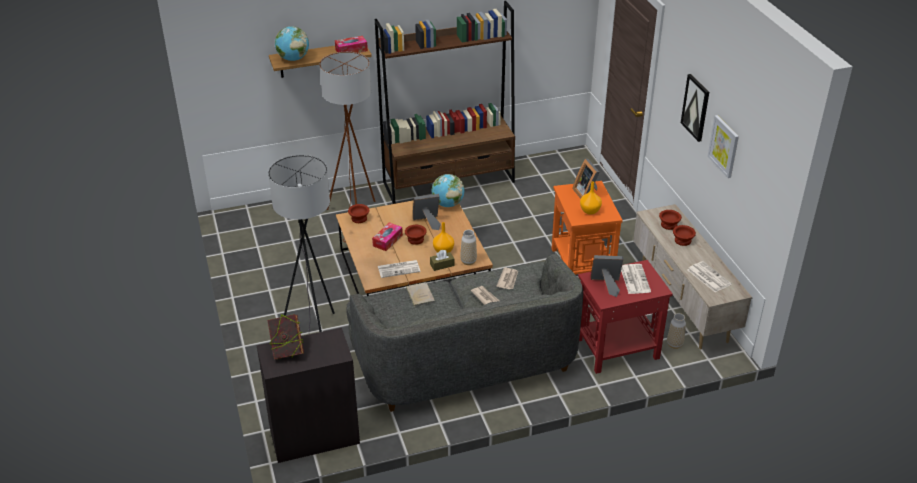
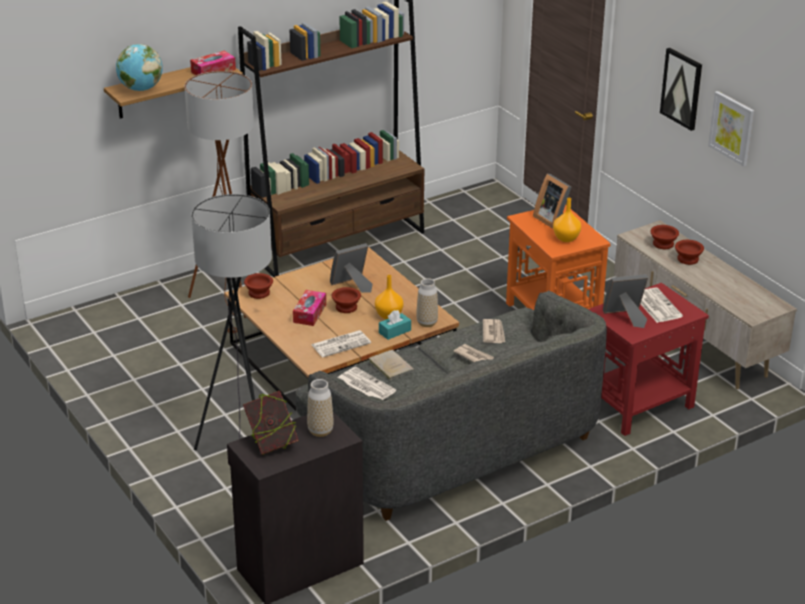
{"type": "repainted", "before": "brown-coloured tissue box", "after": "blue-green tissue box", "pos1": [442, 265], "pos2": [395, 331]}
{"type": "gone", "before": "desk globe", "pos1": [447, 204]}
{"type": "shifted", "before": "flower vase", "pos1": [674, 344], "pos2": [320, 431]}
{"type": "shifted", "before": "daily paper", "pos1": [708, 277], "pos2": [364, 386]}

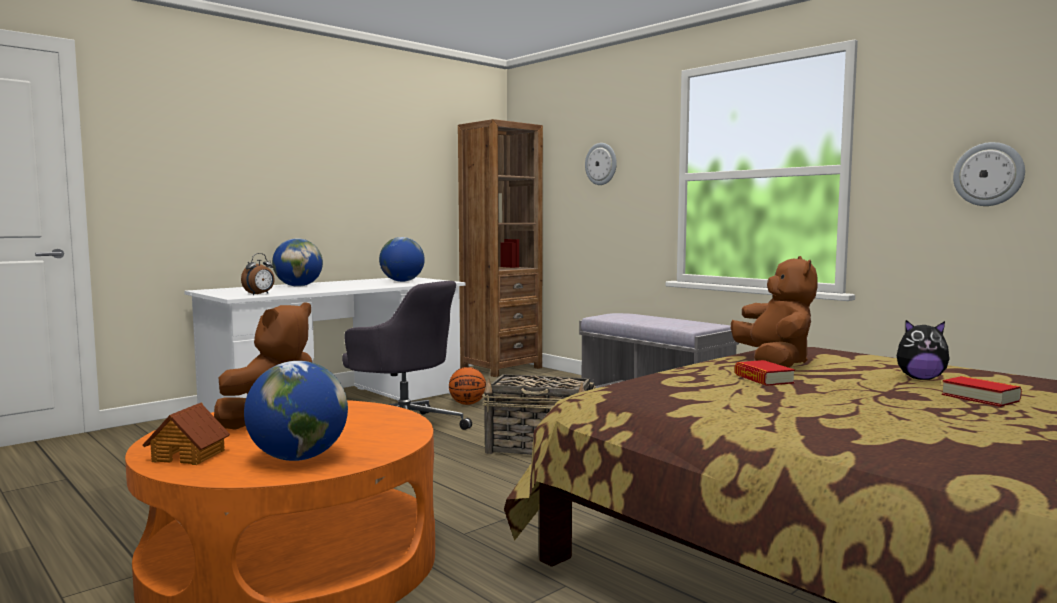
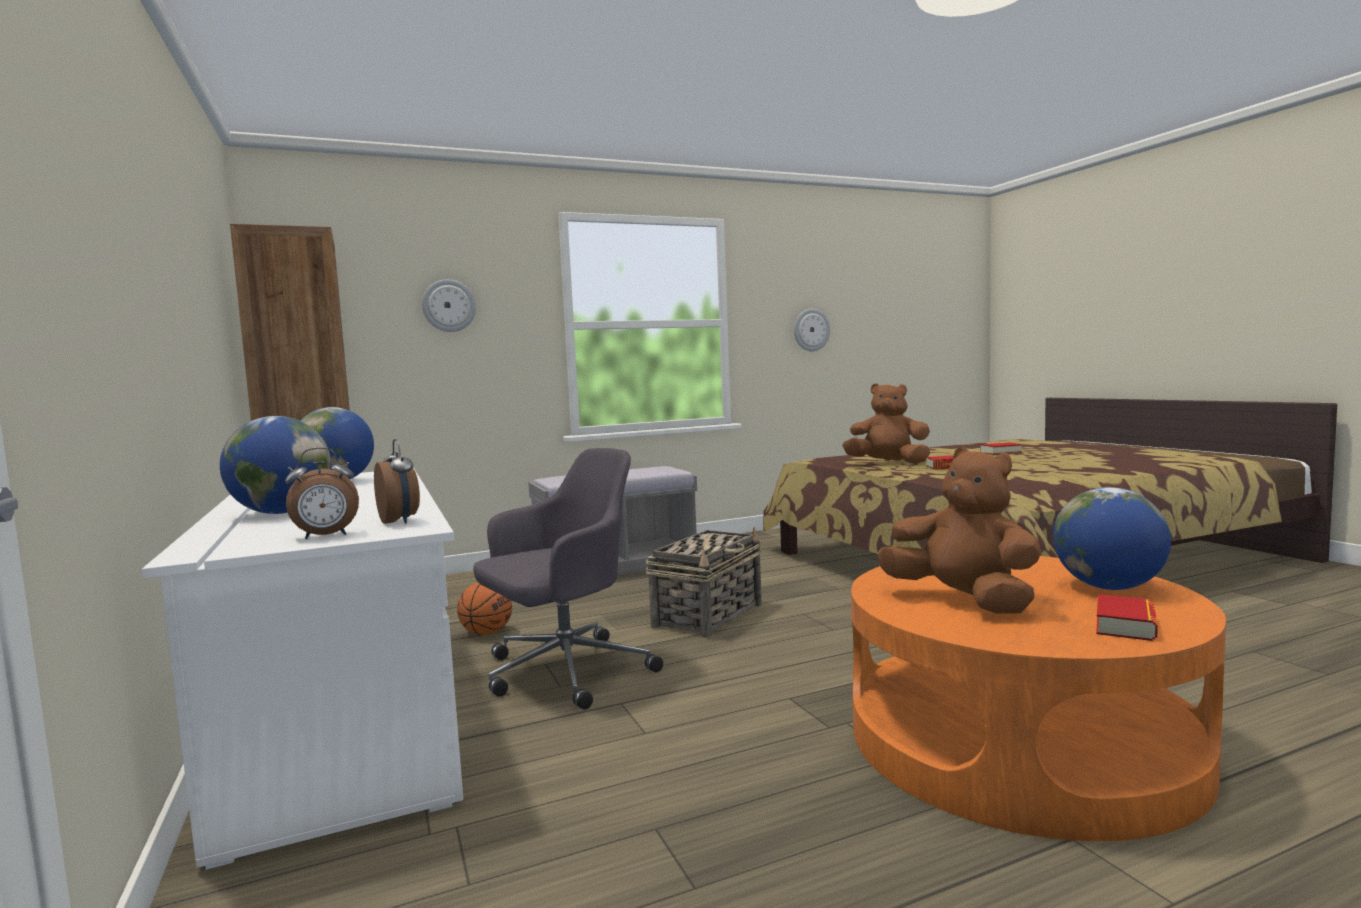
{"type": "swapped", "before": "miniature house", "after": "book", "pos1": [189, 455], "pos2": [1125, 626]}
{"type": "gone", "before": "cuddly toy", "pos1": [920, 379]}
{"type": "new", "after": "bedside clock", "pos2": [326, 536]}

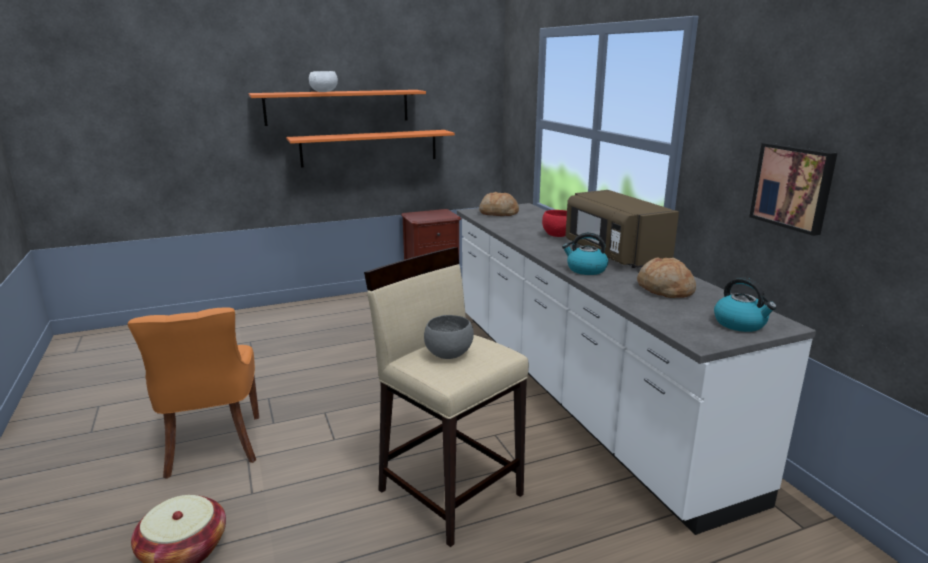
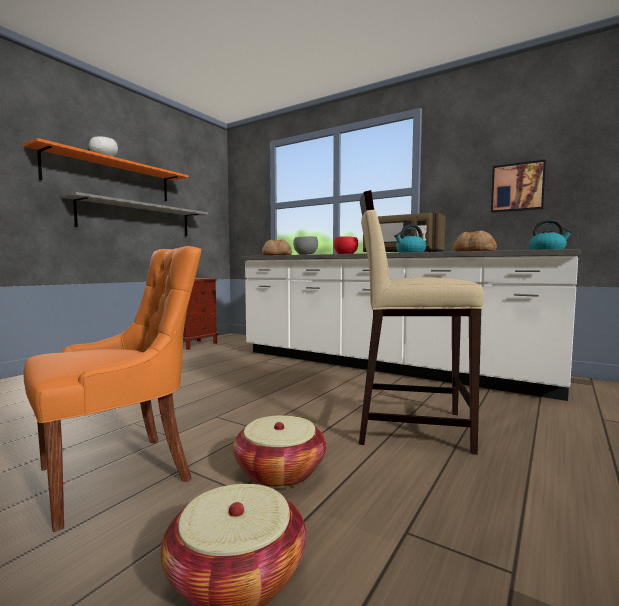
{"type": "rotated", "before": "orange-coloured upright chair", "pos1": [212, 447], "pos2": [120, 474], "turn": -75}
{"type": "repainted", "before": "orange-coloured bracket shelf", "after": "greyish bracket shelf", "pos1": [369, 148], "pos2": [137, 219]}
{"type": "shifted", "before": "greyish deep dish", "pos1": [448, 354], "pos2": [305, 254]}
{"type": "new", "after": "basket", "pos2": [280, 472]}

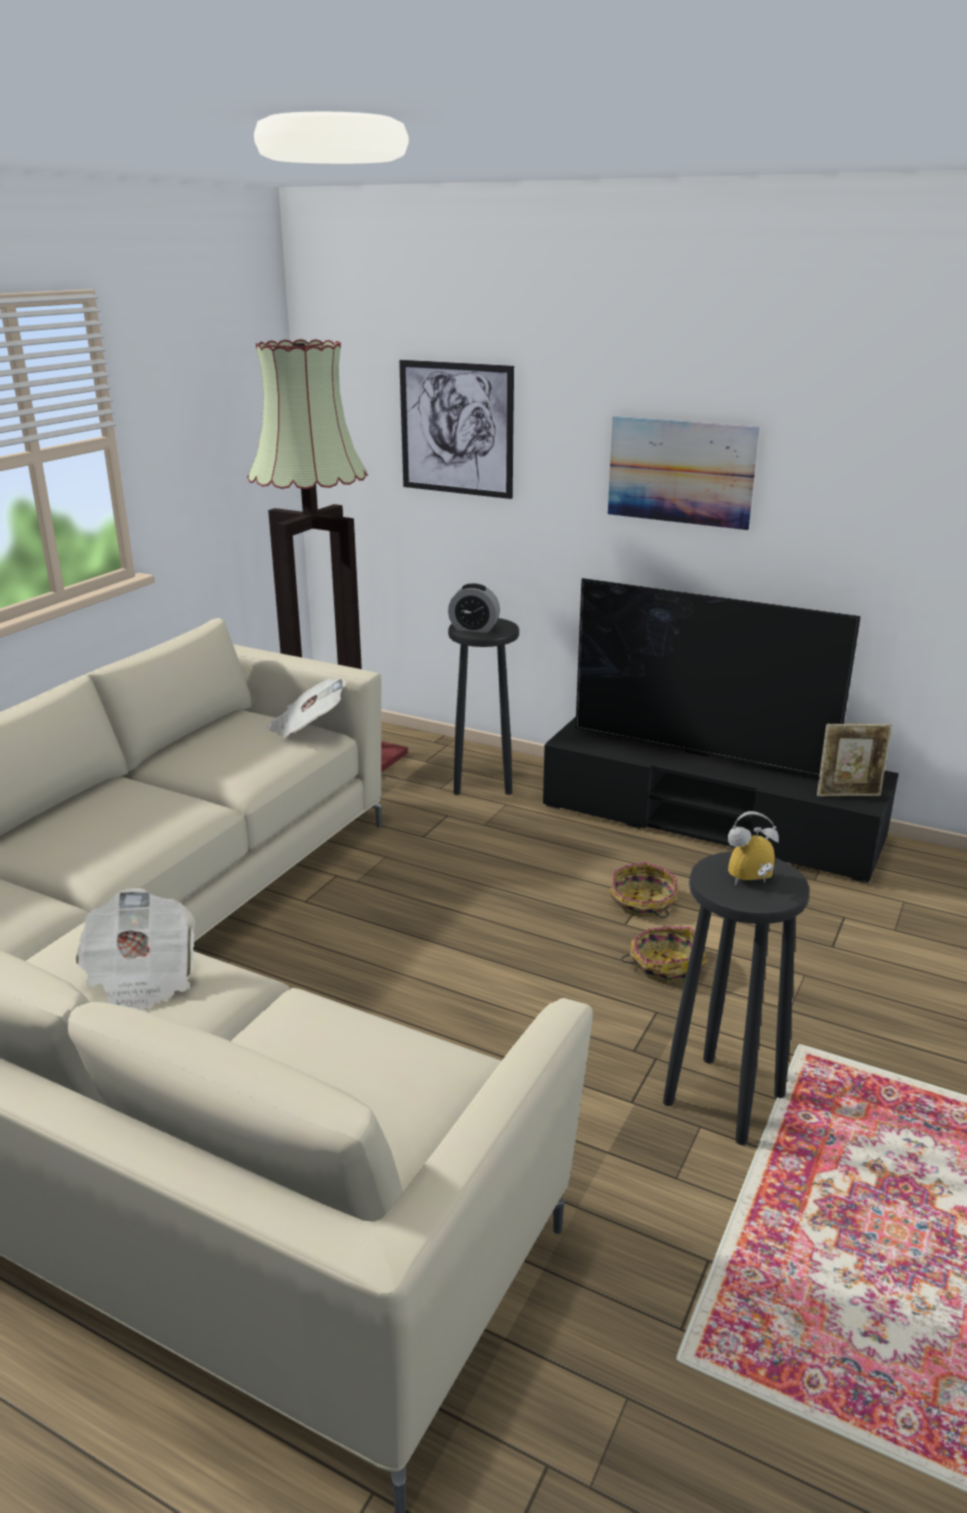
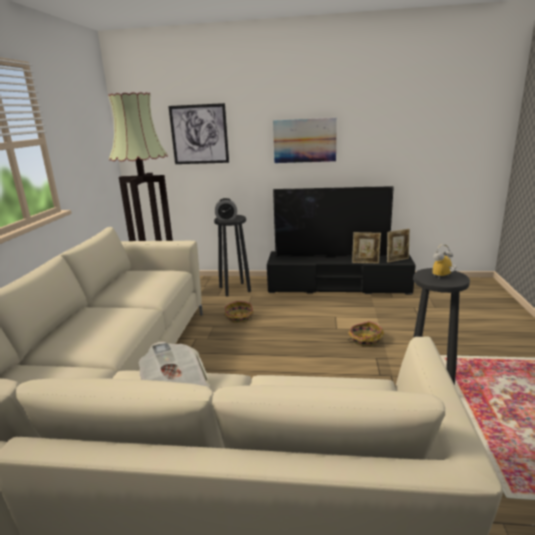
{"type": "gone", "before": "daily paper", "pos1": [307, 727]}
{"type": "shifted", "before": "basket", "pos1": [643, 903], "pos2": [239, 317]}
{"type": "new", "after": "photo frame", "pos2": [365, 262]}

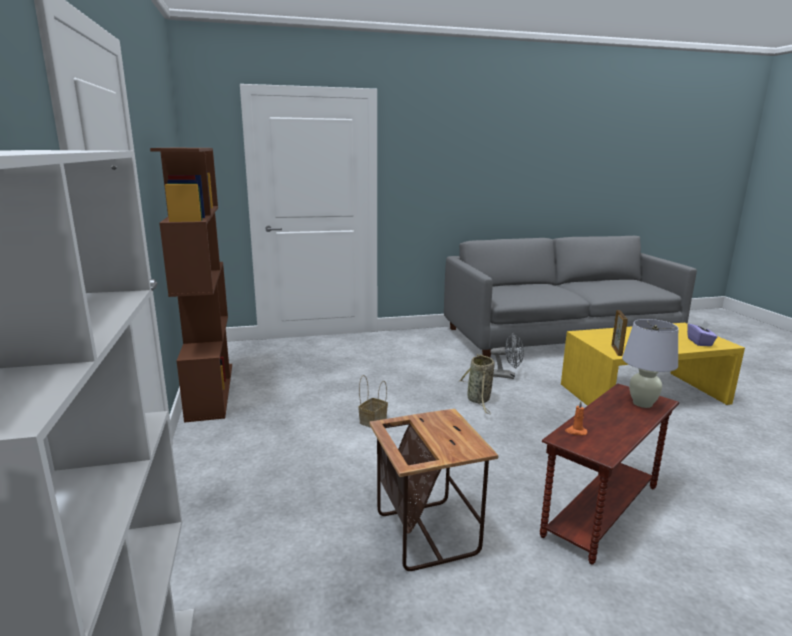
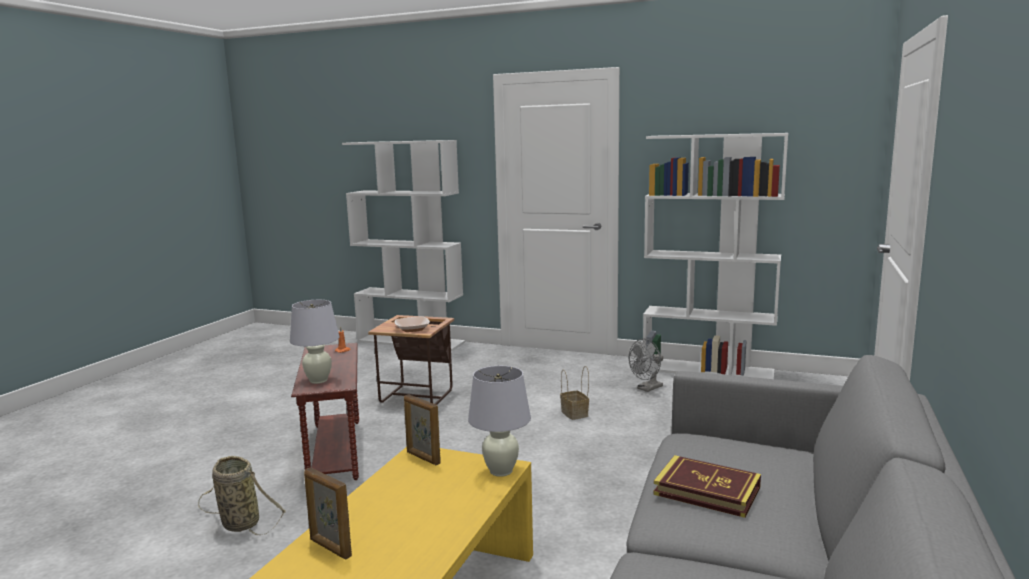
{"type": "repainted", "before": "brown-coloured bookshelf", "after": "whitish bookshelf", "pos1": [210, 390], "pos2": [708, 370]}
{"type": "shifted", "before": "basket", "pos1": [479, 400], "pos2": [238, 523]}
{"type": "shifted", "before": "greyish cooling fan", "pos1": [507, 376], "pos2": [647, 388]}
{"type": "swapped", "before": "purple-coloured tissue box", "after": "photo frame", "pos1": [700, 342], "pos2": [330, 548]}
{"type": "new", "after": "deep dish", "pos2": [412, 329]}
{"type": "new", "after": "whitish table lamp", "pos2": [501, 471]}
{"type": "new", "after": "book", "pos2": [707, 491]}

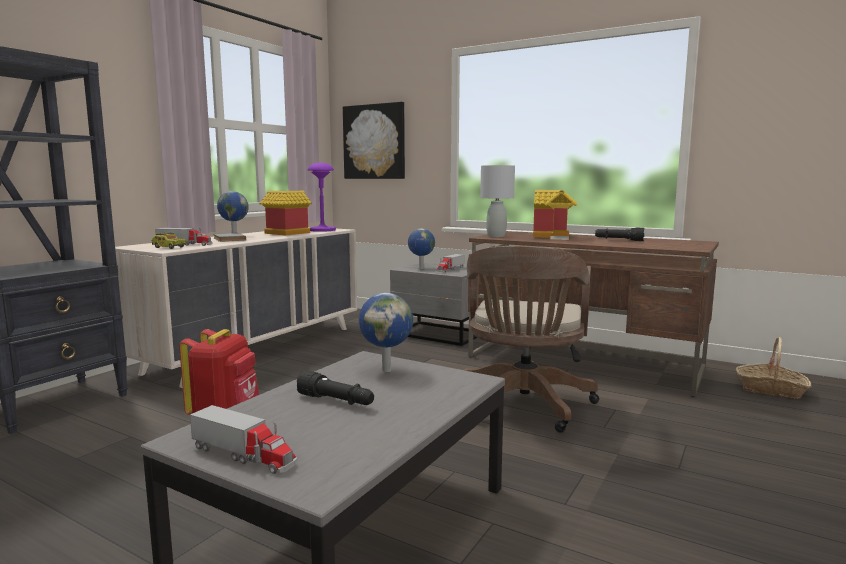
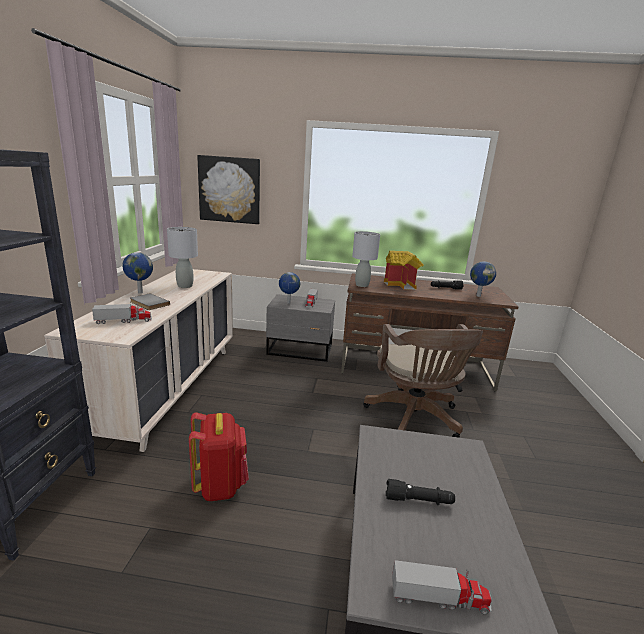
{"type": "gone", "before": "toy lorry", "pos1": [169, 247]}
{"type": "swapped", "before": "miniature house", "after": "greyish table lamp", "pos1": [285, 233], "pos2": [184, 286]}
{"type": "gone", "before": "purple-coloured table lamp", "pos1": [322, 230]}
{"type": "shifted", "before": "desk globe", "pos1": [387, 370], "pos2": [478, 296]}
{"type": "gone", "before": "basket", "pos1": [771, 389]}

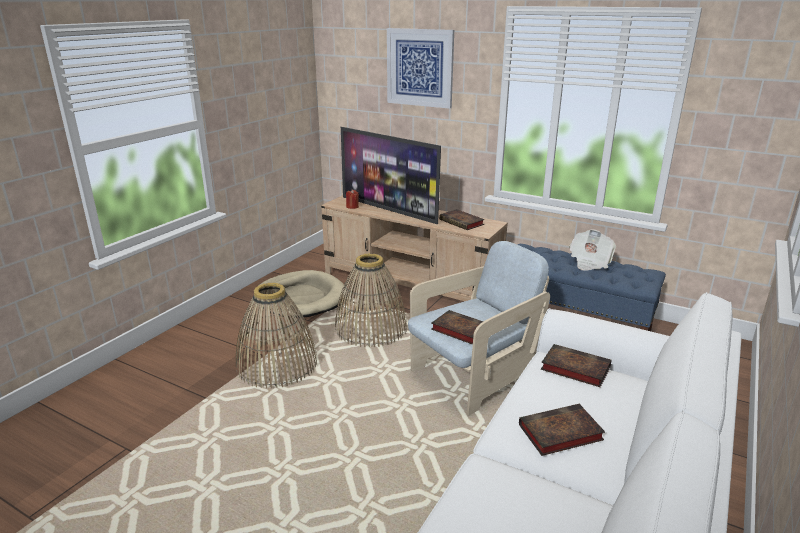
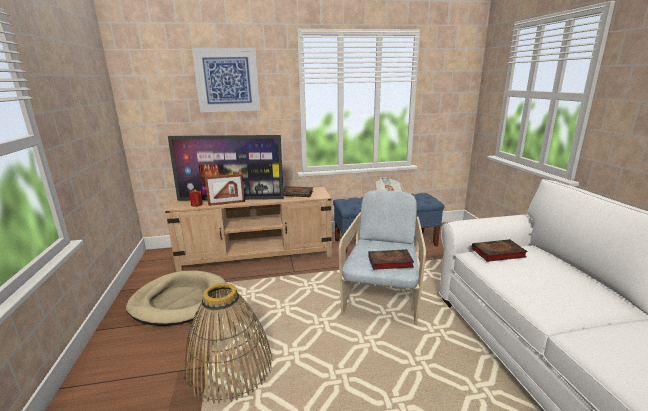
{"type": "gone", "before": "basket", "pos1": [371, 328]}
{"type": "gone", "before": "book", "pos1": [559, 434]}
{"type": "new", "after": "photo frame", "pos2": [226, 203]}

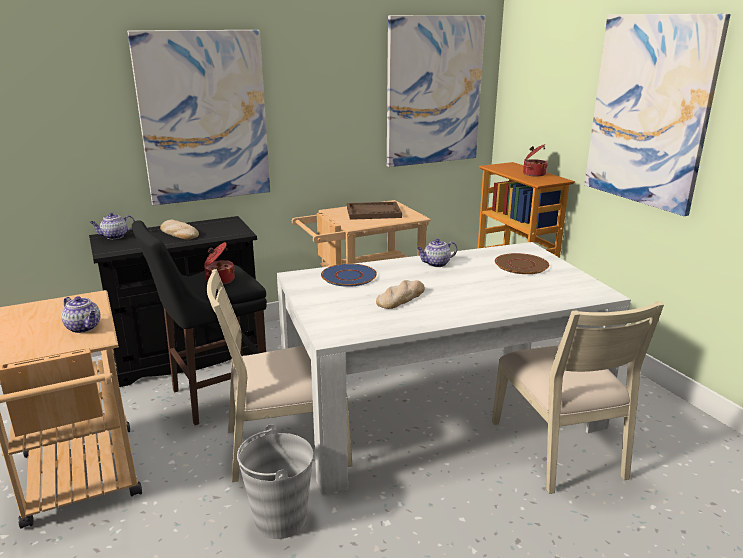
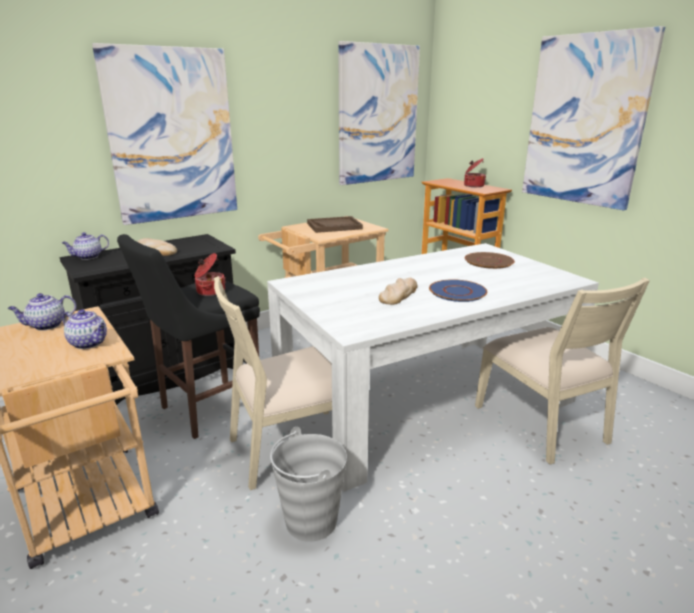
{"type": "shifted", "before": "blue-coloured plate", "pos1": [349, 276], "pos2": [458, 292]}
{"type": "shifted", "before": "teapot", "pos1": [436, 264], "pos2": [46, 326]}

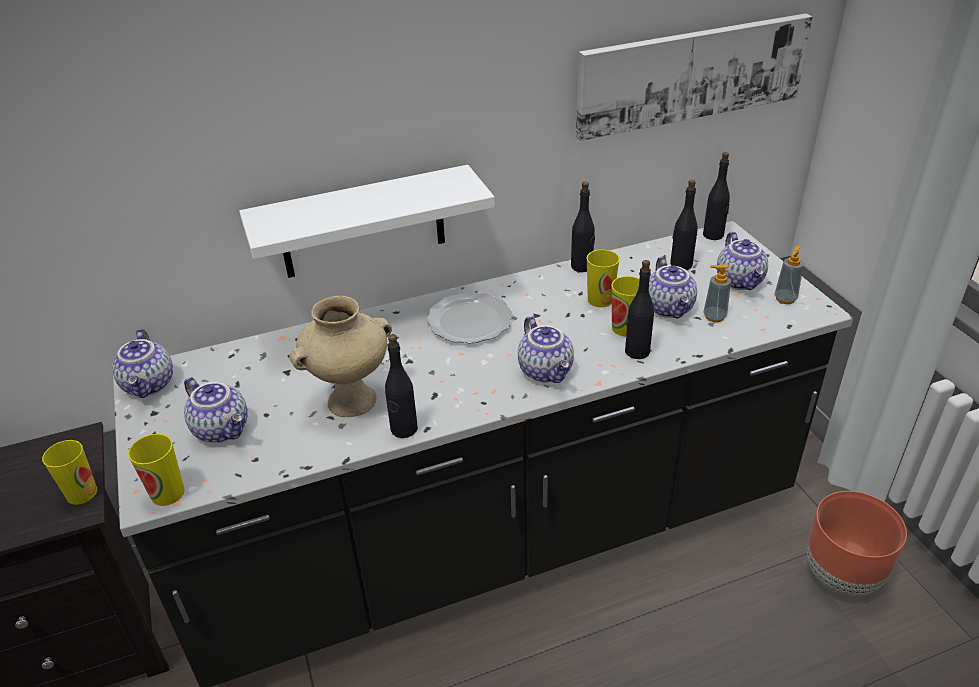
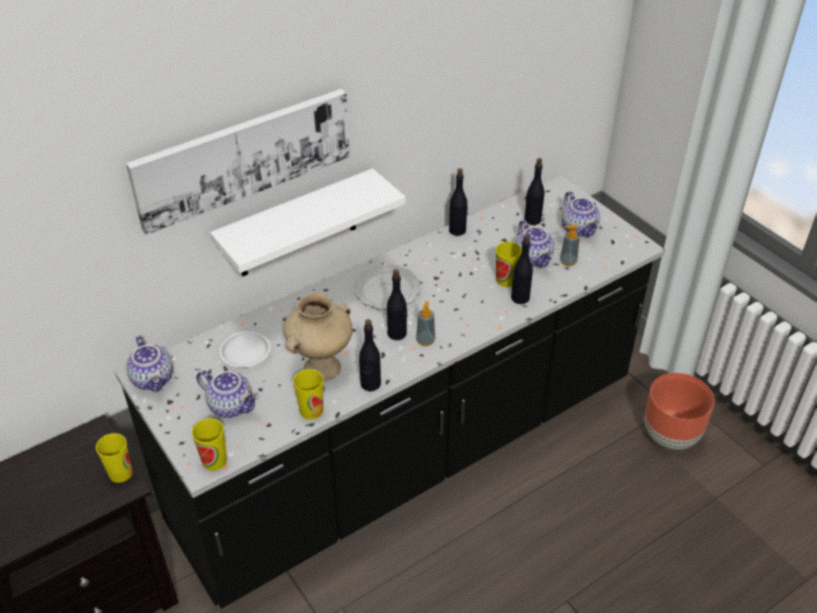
{"type": "gone", "before": "teapot", "pos1": [547, 371]}
{"type": "shifted", "before": "wall art", "pos1": [691, 74], "pos2": [243, 157]}
{"type": "shifted", "before": "drinking cup", "pos1": [600, 300], "pos2": [311, 410]}
{"type": "shifted", "before": "black-coloured beverage bottle", "pos1": [713, 235], "pos2": [397, 333]}
{"type": "shifted", "before": "soap bottle", "pos1": [785, 299], "pos2": [425, 340]}
{"type": "new", "after": "whitish plate", "pos2": [245, 352]}

